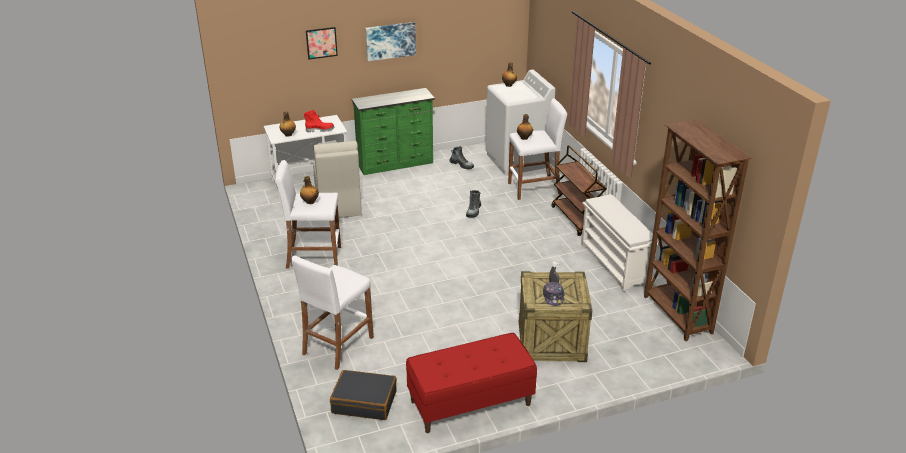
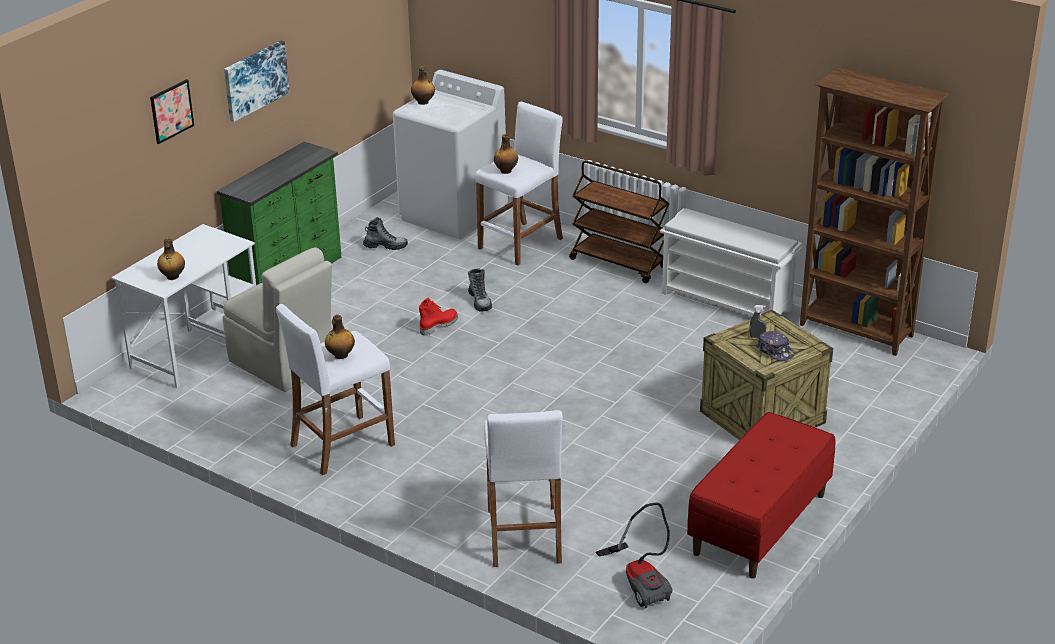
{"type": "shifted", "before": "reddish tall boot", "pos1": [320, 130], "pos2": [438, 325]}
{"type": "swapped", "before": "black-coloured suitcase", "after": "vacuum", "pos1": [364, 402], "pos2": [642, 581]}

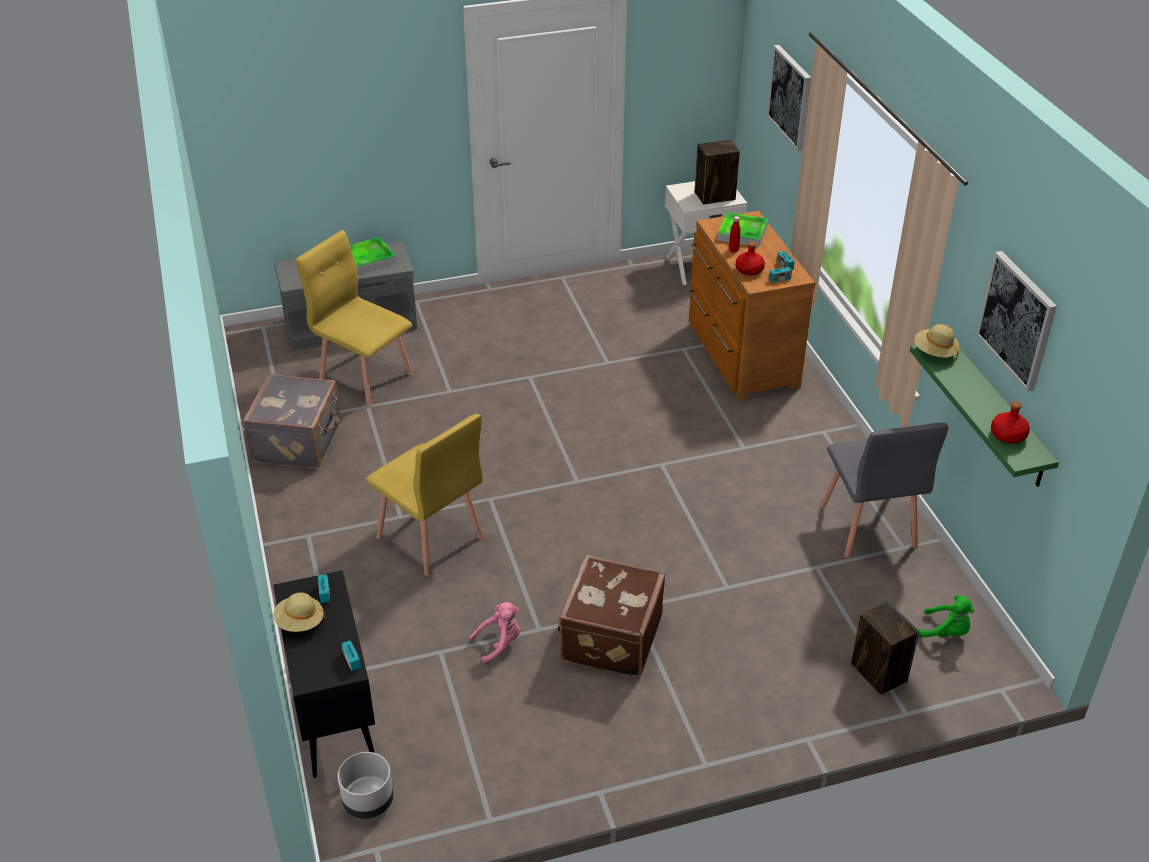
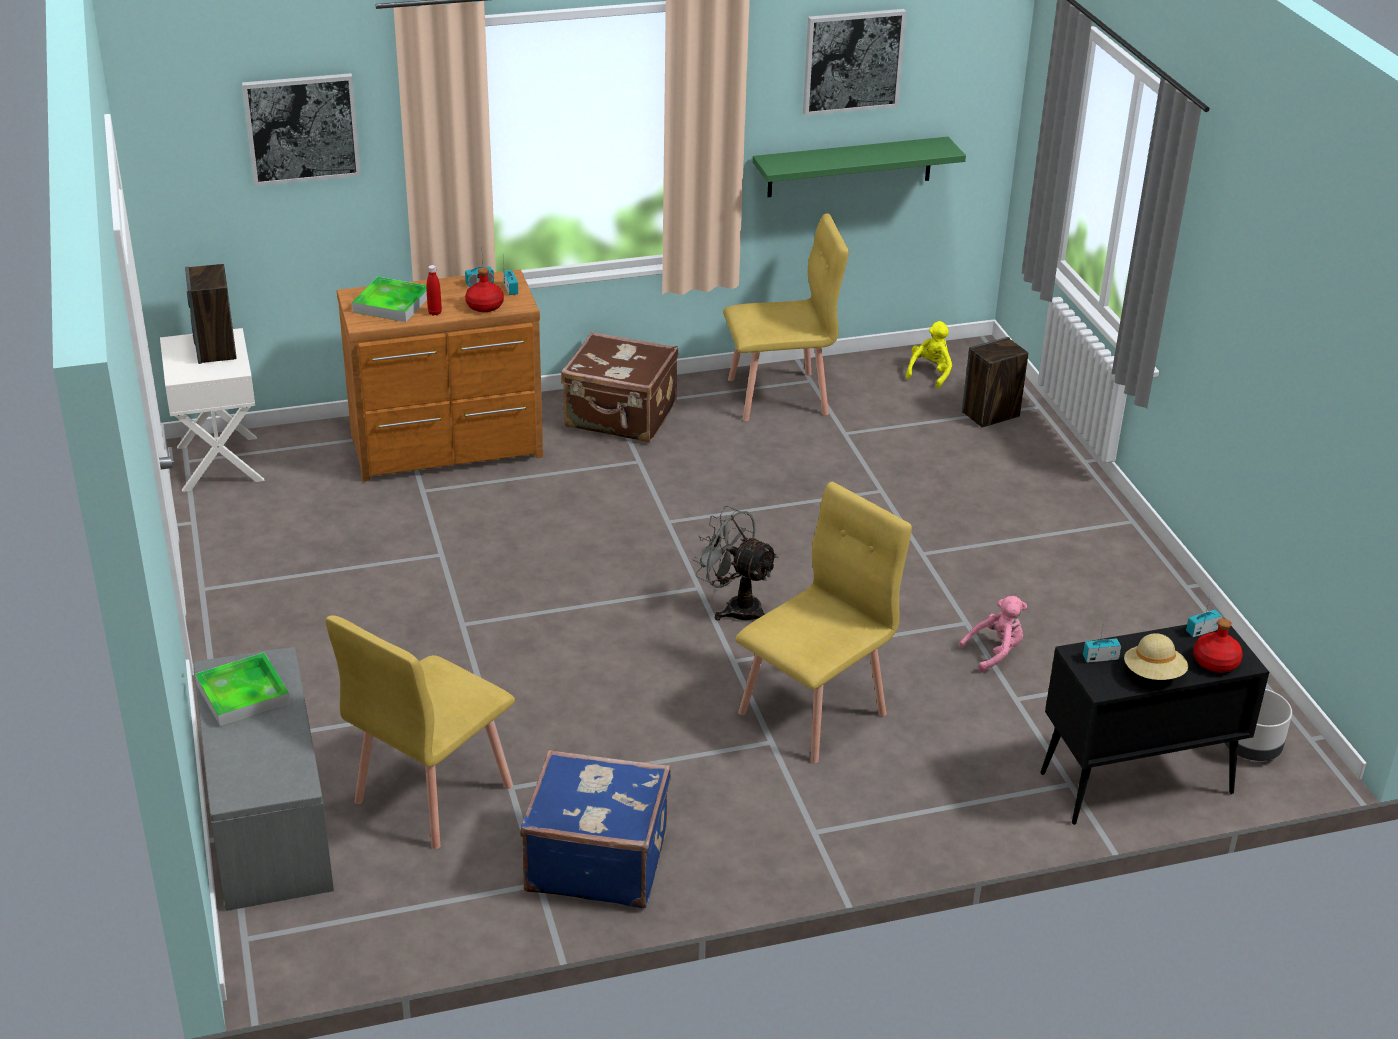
{"type": "repainted", "before": "greyish suitcase", "after": "blue-coloured suitcase", "pos1": [299, 442], "pos2": [596, 860]}
{"type": "rotated", "before": "pink-coloured cuddly toy", "pos1": [499, 644], "pos2": [995, 652], "turn": 90}
{"type": "shifted", "before": "brown-coloured suitcase", "pos1": [609, 638], "pos2": [620, 417]}
{"type": "repainted", "before": "greyish upright chair", "after": "yellow upright chair", "pos1": [867, 526], "pos2": [779, 396]}
{"type": "gone", "before": "beige hat", "pos1": [934, 352]}
{"type": "repainted", "before": "green-coloured cuddly toy", "after": "yellow cuddly toy", "pos1": [945, 632], "pos2": [930, 373]}
{"type": "shifted", "before": "reddish beverage bottle", "pos1": [1007, 435], "pos2": [1215, 662]}
{"type": "new", "after": "greyish cooling fan", "pos2": [735, 607]}

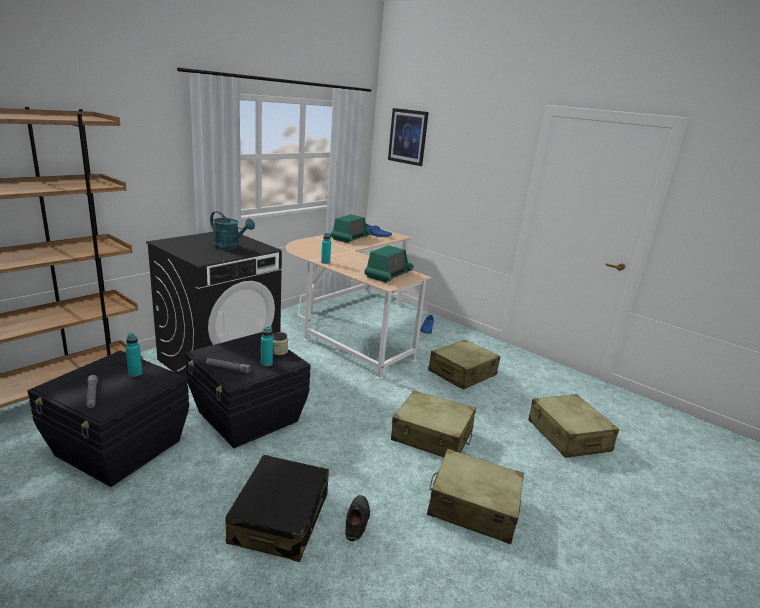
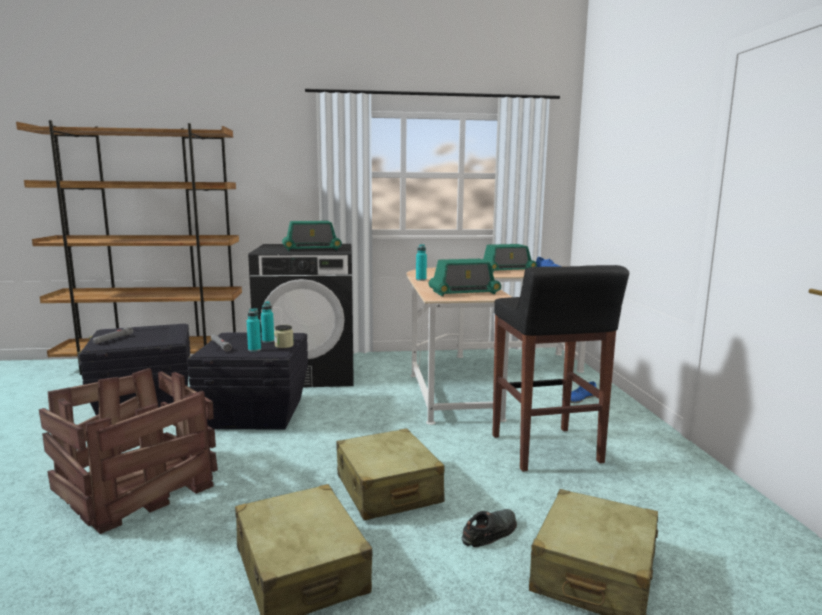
{"type": "shifted", "before": "blue-green beverage bottle", "pos1": [135, 373], "pos2": [268, 341]}
{"type": "swapped", "before": "blue-green watering pot", "after": "radio", "pos1": [230, 247], "pos2": [311, 249]}
{"type": "swapped", "before": "black-coloured suitcase", "after": "shipping crate", "pos1": [280, 518], "pos2": [137, 486]}
{"type": "shifted", "before": "black-coloured item of footwear", "pos1": [357, 520], "pos2": [490, 532]}
{"type": "gone", "before": "wall art", "pos1": [408, 137]}
{"type": "swapped", "before": "beige suitcase", "after": "black-coloured sitting stool", "pos1": [462, 373], "pos2": [546, 450]}

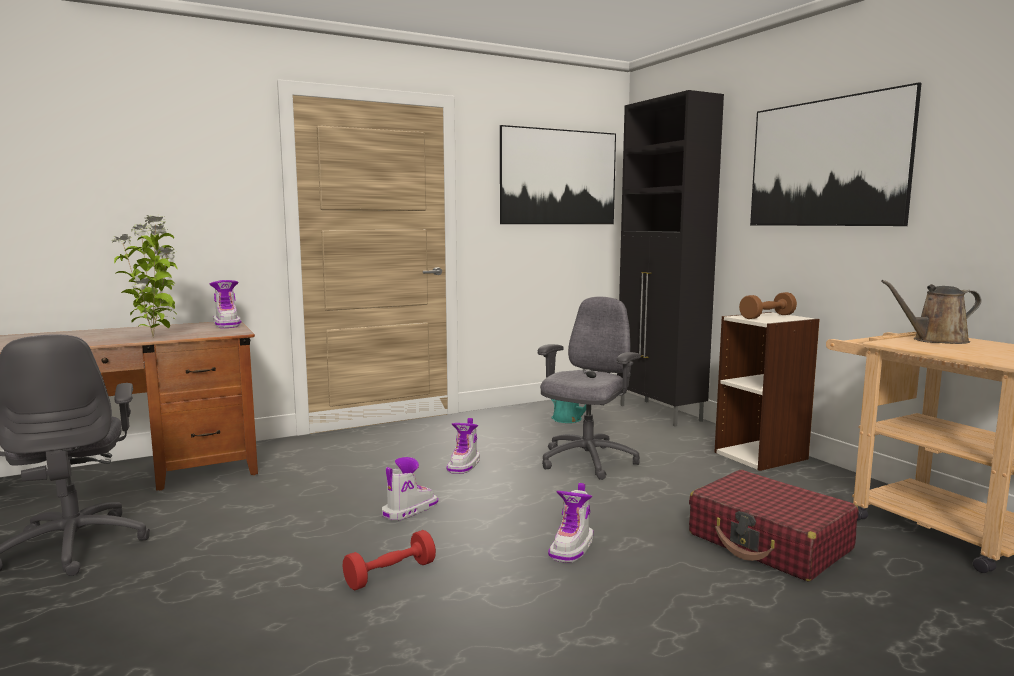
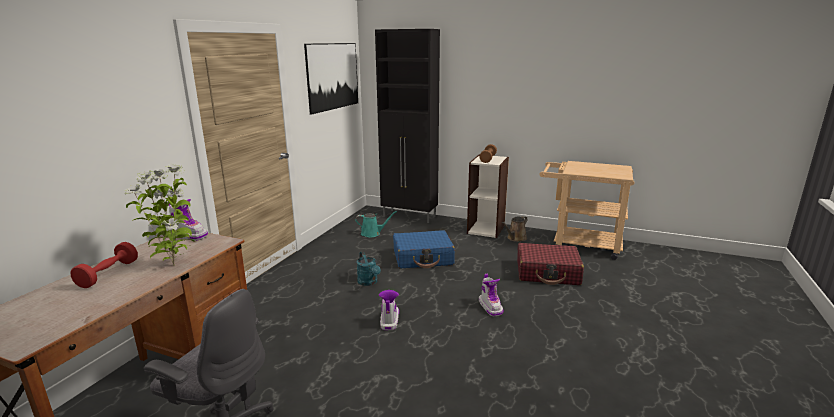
{"type": "shifted", "before": "reddish free weight", "pos1": [390, 574], "pos2": [108, 274]}
{"type": "swapped", "before": "tall boot", "after": "blue-green watering pot", "pos1": [464, 465], "pos2": [369, 282]}
{"type": "swapped", "before": "greyish desk chair", "after": "blue-coloured suitcase", "pos1": [586, 461], "pos2": [423, 258]}
{"type": "gone", "before": "wall art", "pos1": [826, 163]}
{"type": "shifted", "before": "brown-coloured watering pot", "pos1": [935, 340], "pos2": [515, 238]}

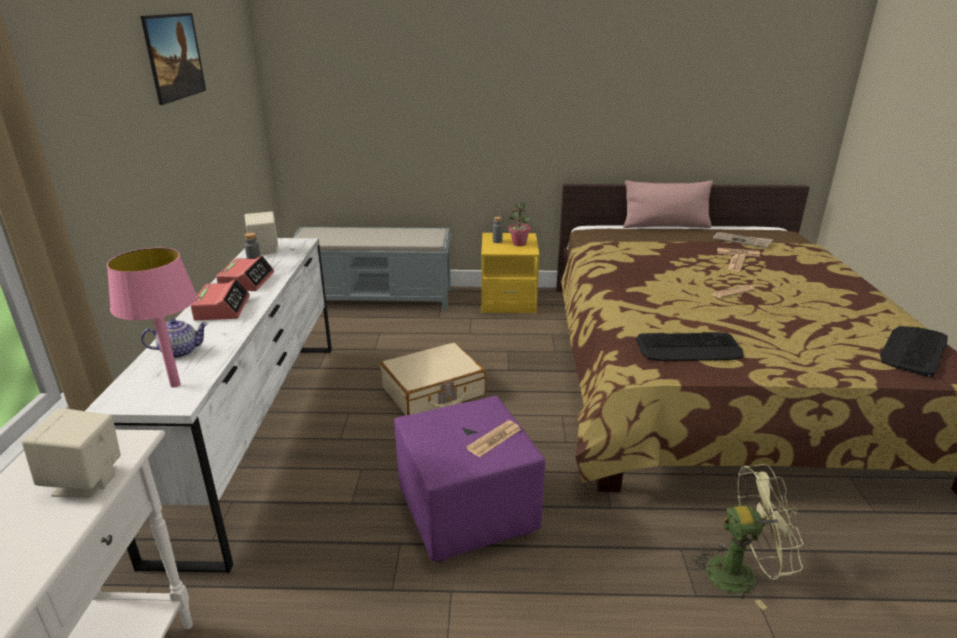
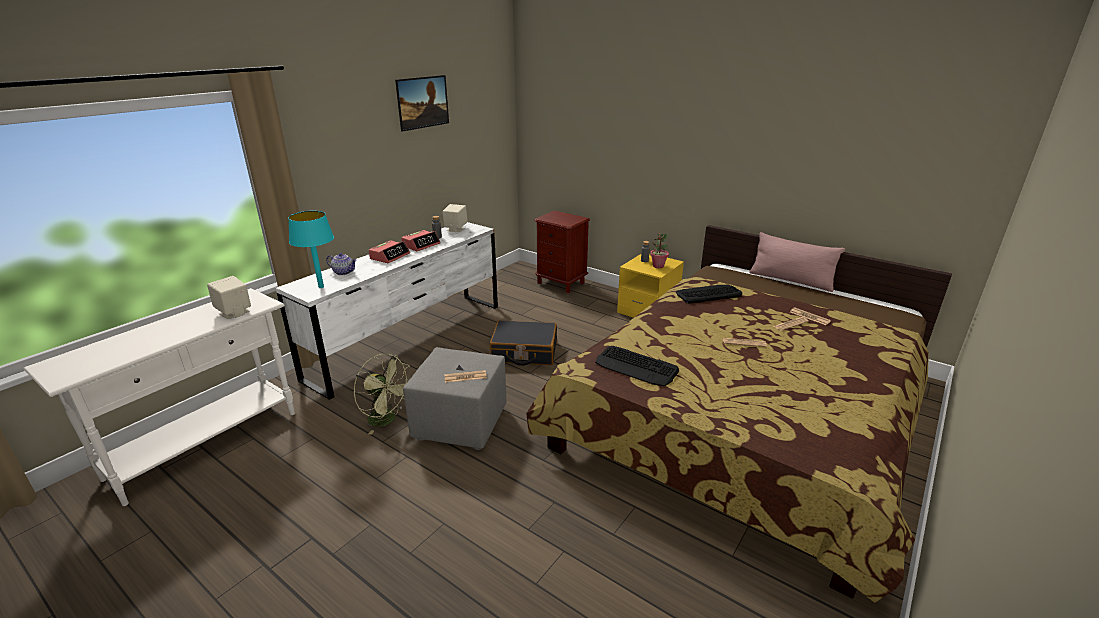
{"type": "repainted", "before": "pink-coloured table lamp", "after": "blue-green table lamp", "pos1": [175, 385], "pos2": [321, 287]}
{"type": "swapped", "before": "greyish long seat", "after": "brown-coloured night table", "pos1": [376, 298], "pos2": [561, 283]}
{"type": "repainted", "before": "beige suitcase", "after": "black-coloured suitcase", "pos1": [433, 392], "pos2": [524, 352]}
{"type": "repainted", "before": "purple-coloured ottoman", "after": "greyish ottoman", "pos1": [466, 514], "pos2": [459, 425]}
{"type": "shifted", "before": "green-coloured cooling fan", "pos1": [740, 573], "pos2": [387, 420]}
{"type": "gone", "before": "daily paper", "pos1": [742, 241]}
{"type": "shifted", "before": "keyboard", "pos1": [914, 351], "pos2": [708, 294]}

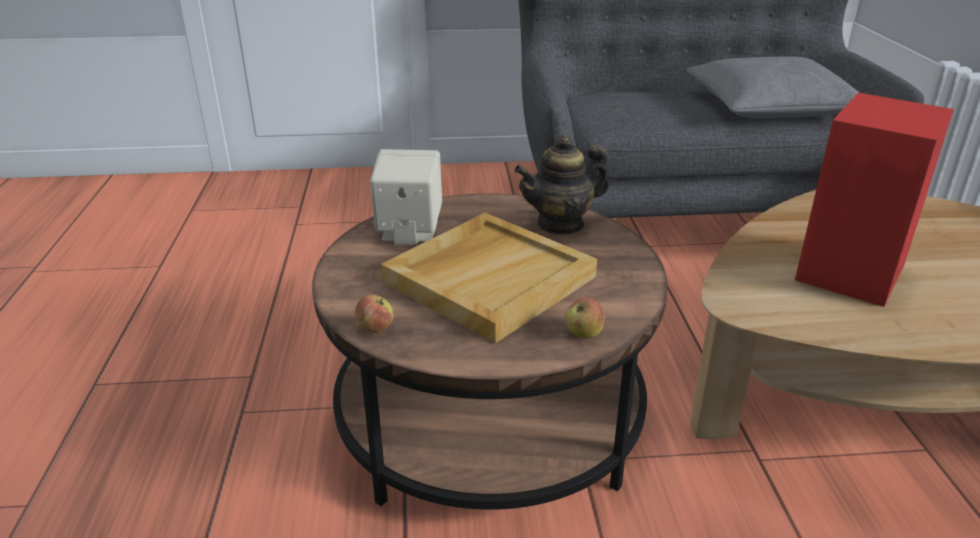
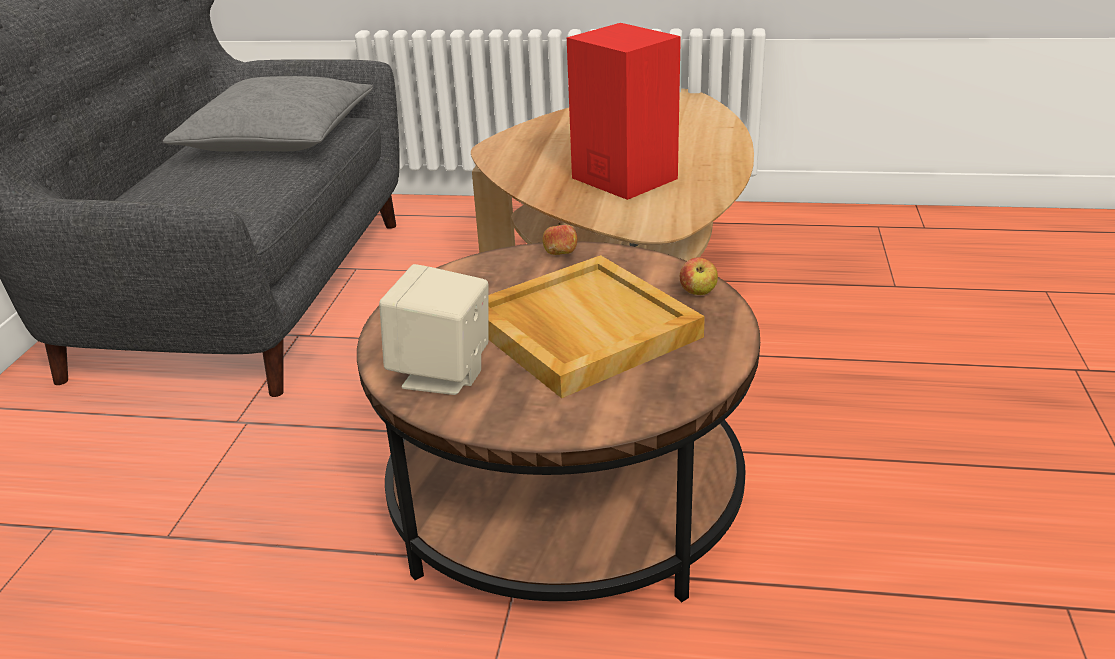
{"type": "shifted", "before": "apple fruit", "pos1": [375, 329], "pos2": [560, 254]}
{"type": "gone", "before": "teapot", "pos1": [561, 224]}

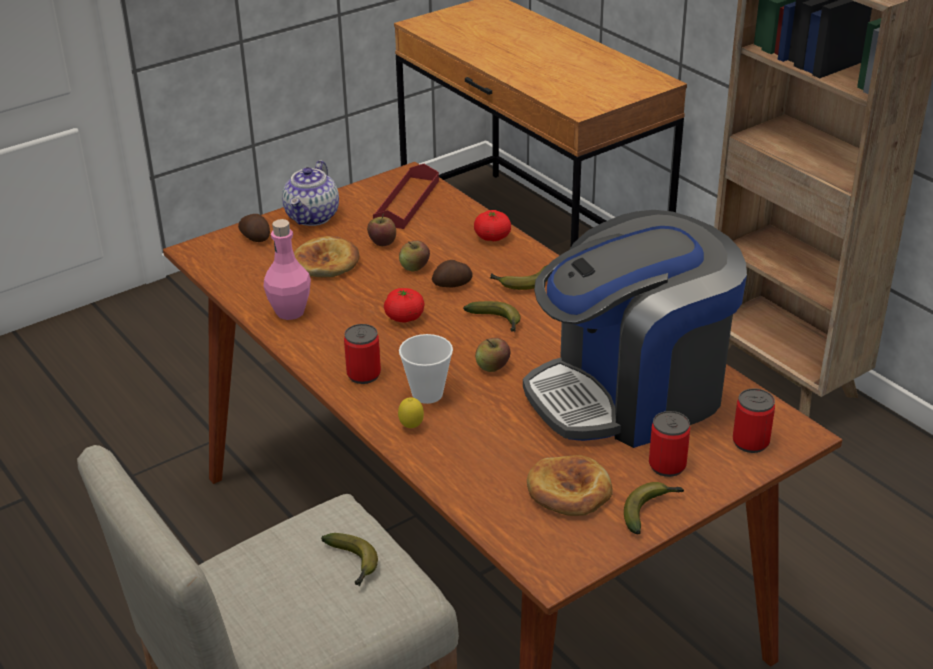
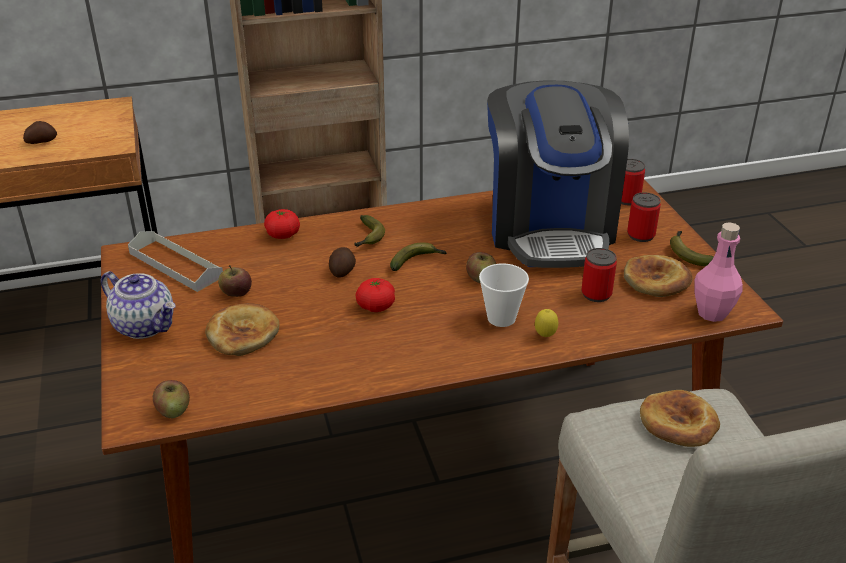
{"type": "shifted", "before": "whole potato", "pos1": [255, 237], "pos2": [41, 141]}
{"type": "shifted", "before": "pink-coloured beverage bottle", "pos1": [290, 312], "pos2": [712, 313]}
{"type": "swapped", "before": "banana", "after": "baked bread", "pos1": [353, 564], "pos2": [678, 423]}
{"type": "shifted", "before": "sealed can", "pos1": [363, 375], "pos2": [596, 294]}
{"type": "repainted", "before": "reddish carrying tray", "after": "greyish carrying tray", "pos1": [407, 202], "pos2": [175, 265]}
{"type": "shifted", "before": "apple fruit", "pos1": [414, 267], "pos2": [173, 411]}

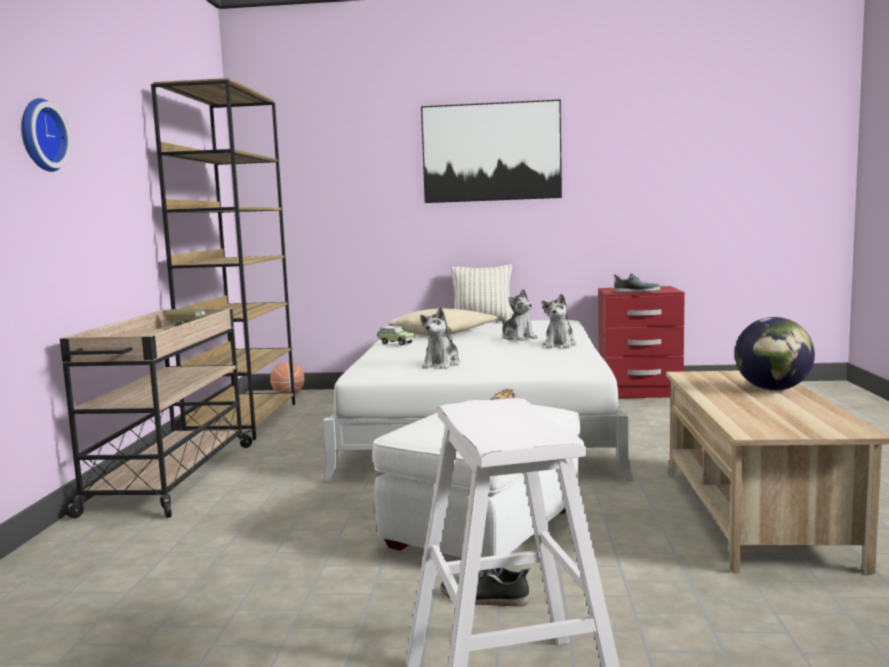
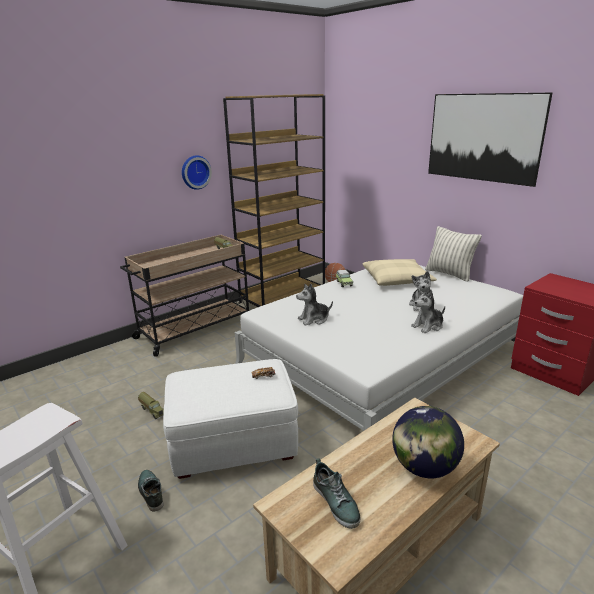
{"type": "shifted", "before": "wall clock", "pos1": [39, 135], "pos2": [195, 172]}
{"type": "shifted", "before": "item of footwear", "pos1": [637, 291], "pos2": [336, 502]}
{"type": "new", "after": "toy lorry", "pos2": [153, 410]}

